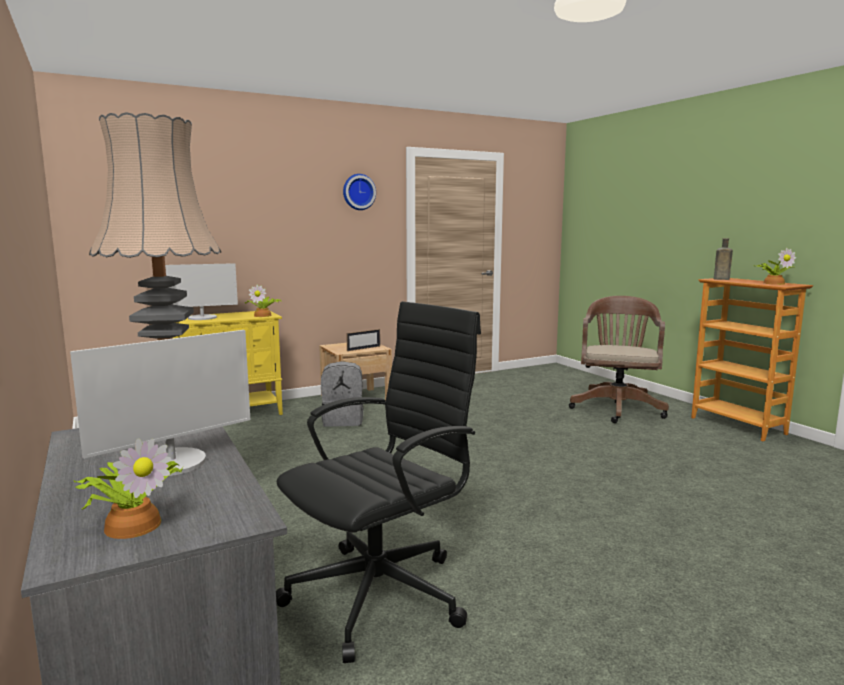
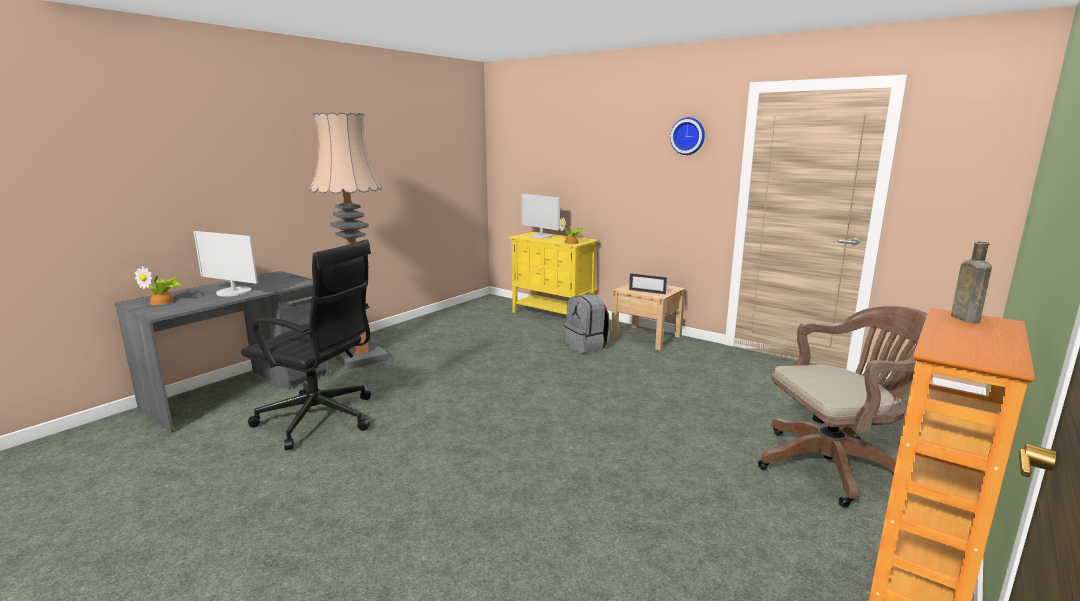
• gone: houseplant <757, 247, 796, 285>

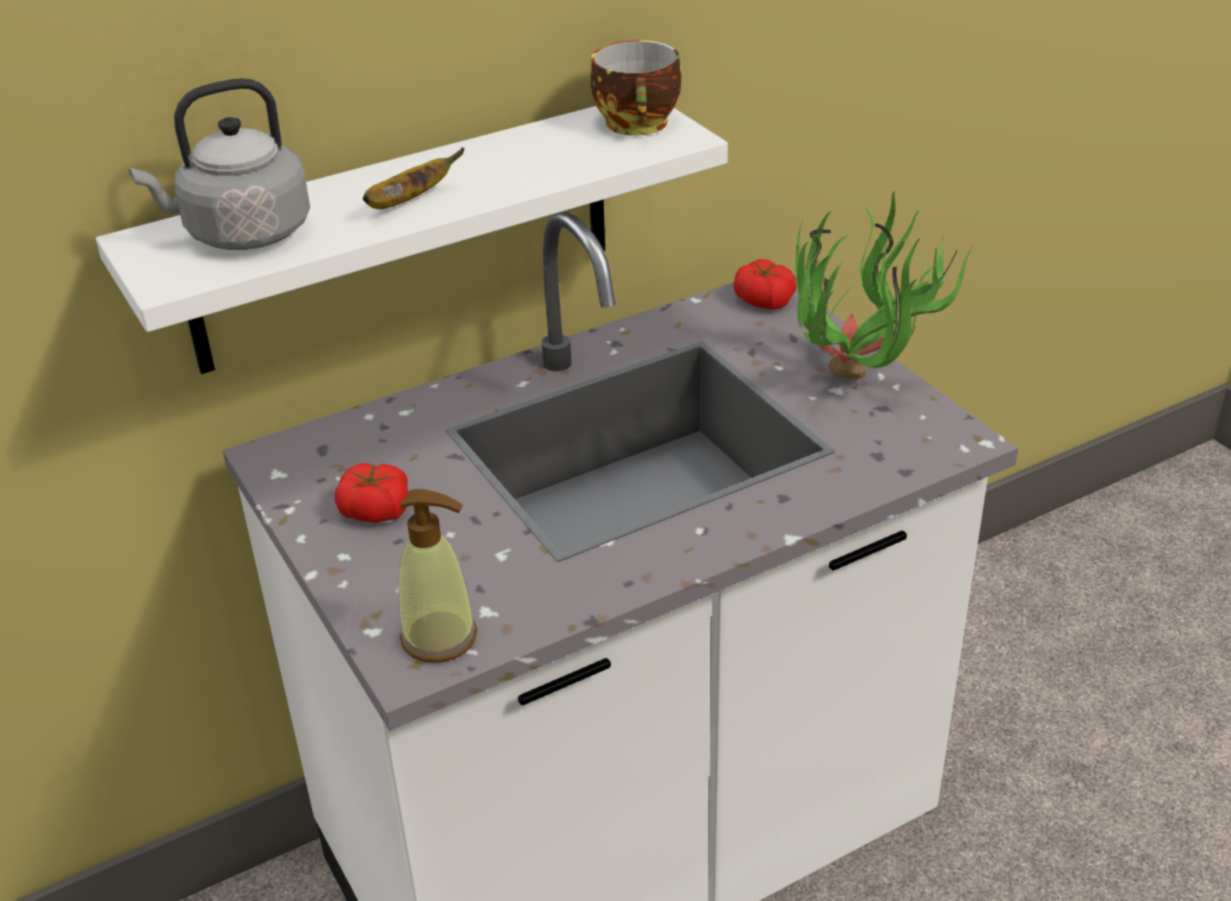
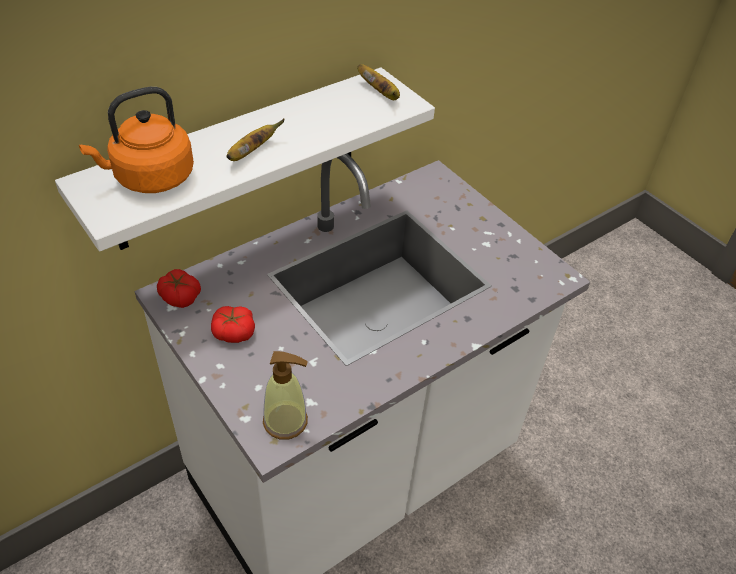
• repainted: grey tea kettle <129, 78, 310, 250> to orangey tea kettle <79, 87, 194, 193>
• shifted: whole tomato <734, 259, 797, 310> to <157, 269, 201, 308>
• swapped: drinking cup <590, 40, 681, 136> to banana fruit <357, 64, 400, 100>
• gone: houseplant <795, 190, 973, 380>

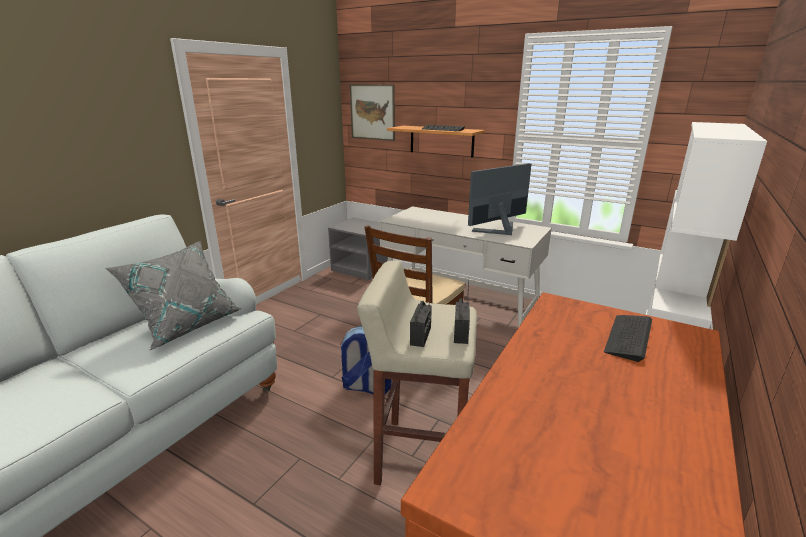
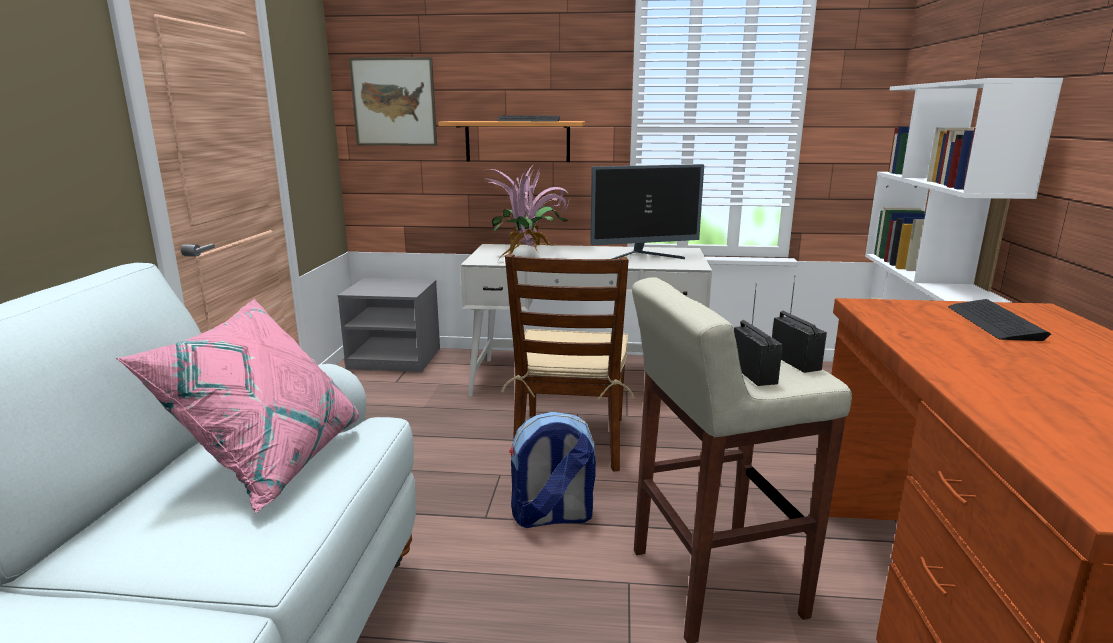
• repainted: grey pillow <106, 241, 242, 351> to pink pillow <116, 299, 359, 513>
• new: houseplant <485, 164, 570, 259>
• rotated: computer display <468, 163, 531, 235> = <590, 164, 704, 259> 135 degrees counterclockwise

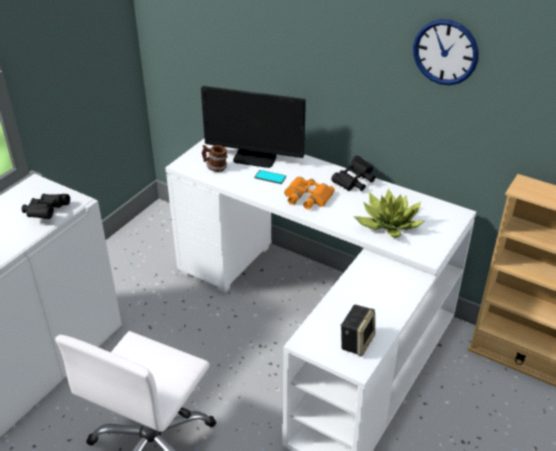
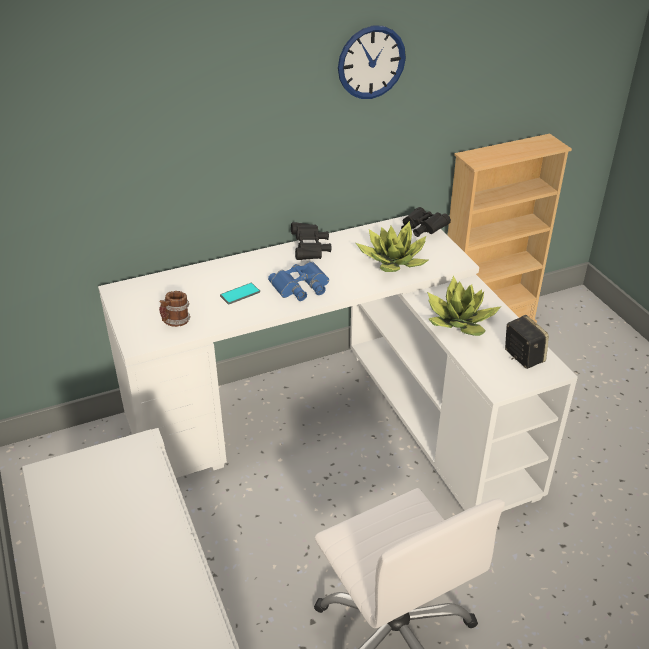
• repainted: orangey field glasses <284, 177, 335, 209> to blue-coloured field glasses <268, 262, 329, 301>
• shifted: blackish field glasses <22, 194, 70, 219> to <401, 207, 451, 237>
• new: houseplant <427, 276, 502, 336>
• gone: computer display <201, 86, 306, 168>

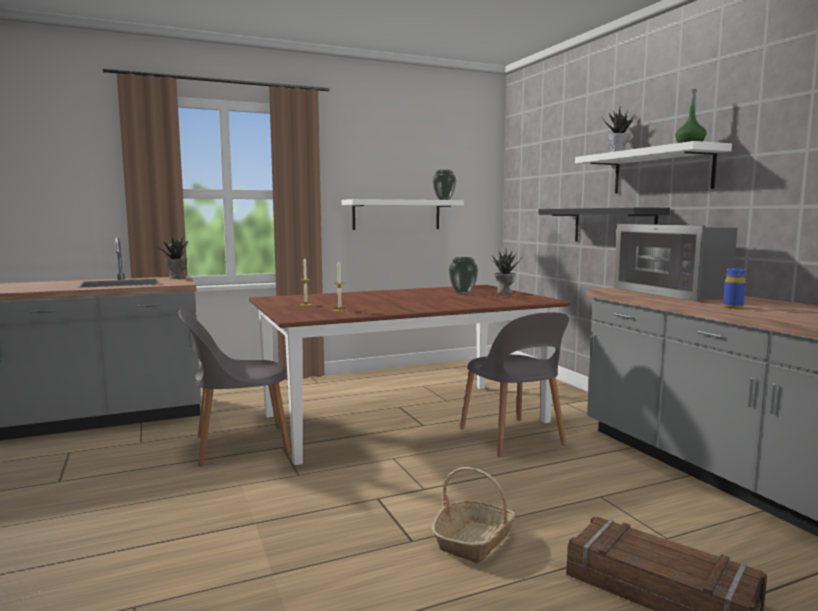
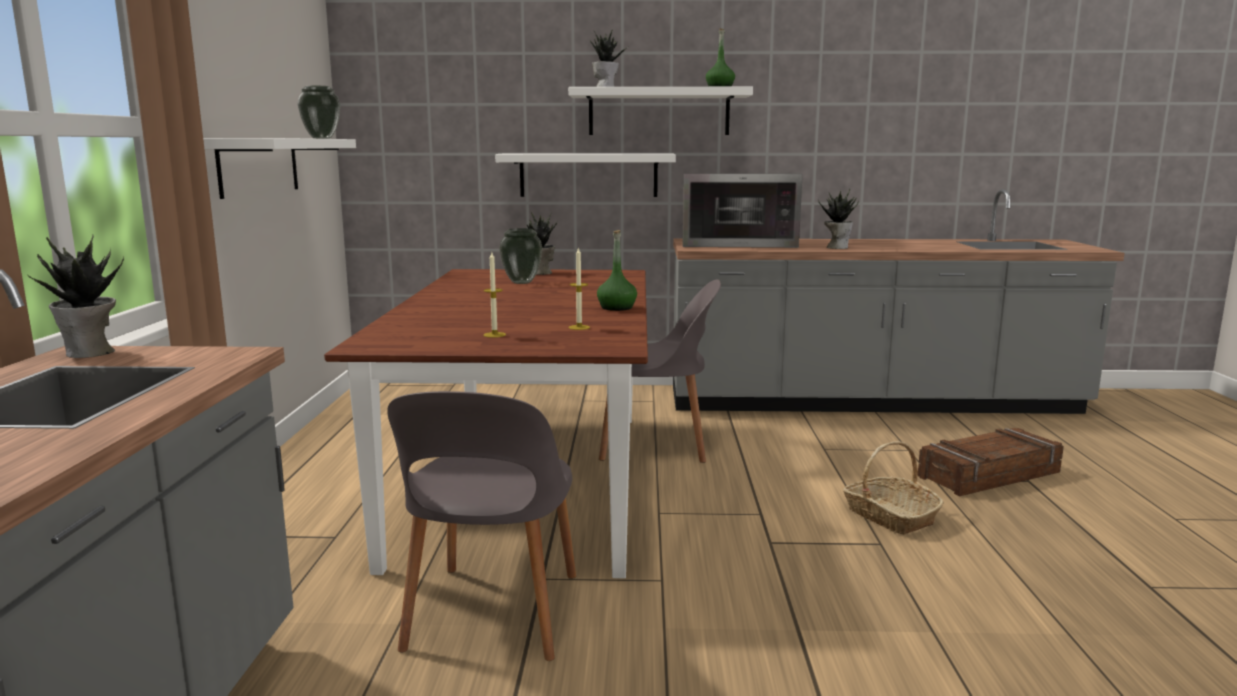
• repainted: blackish wall shelf <538, 207, 670, 242> to whitish wall shelf <495, 153, 676, 197>
• new: green-coloured beverage bottle <597, 230, 637, 311>
• swapped: blue-coloured beverage bottle <723, 268, 746, 309> to houseplant <818, 189, 859, 249>

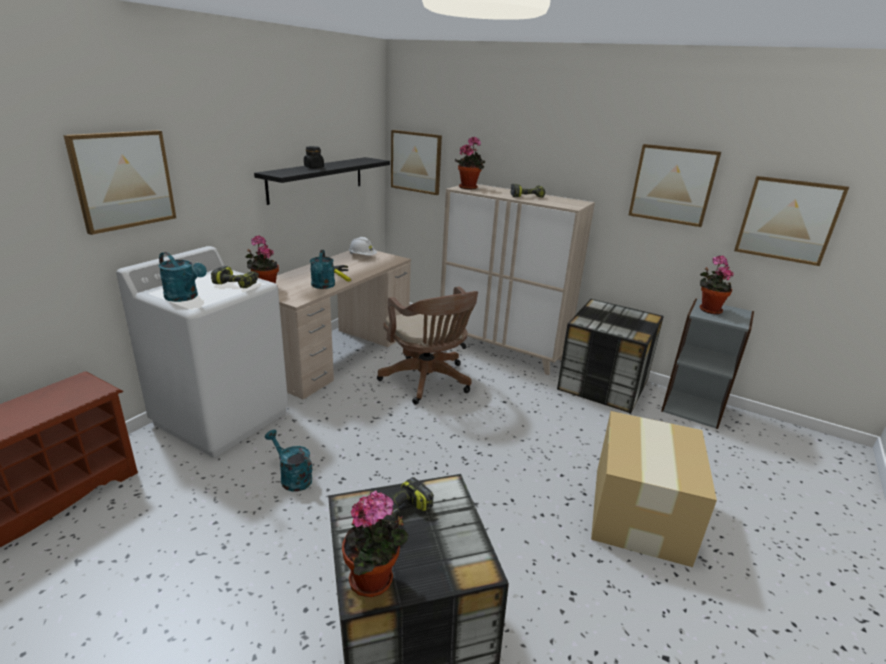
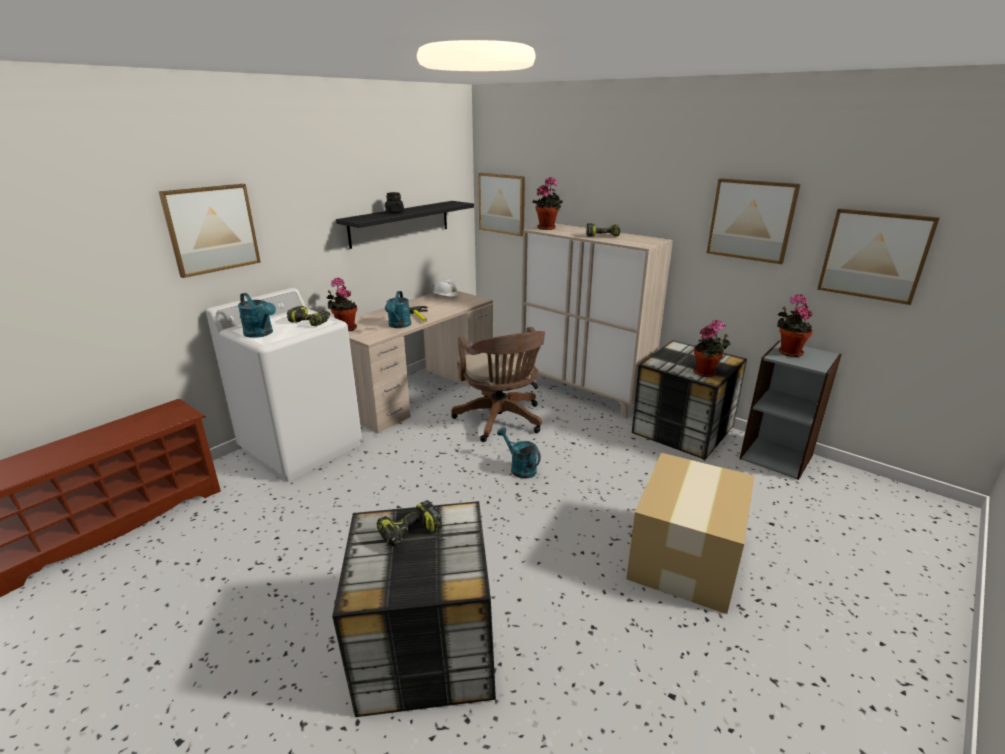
• shifted: turquoise-coloured watering can <265, 430, 312, 492> to <497, 427, 541, 479>
• shifted: houseplant <342, 491, 409, 597> to <693, 320, 730, 377>

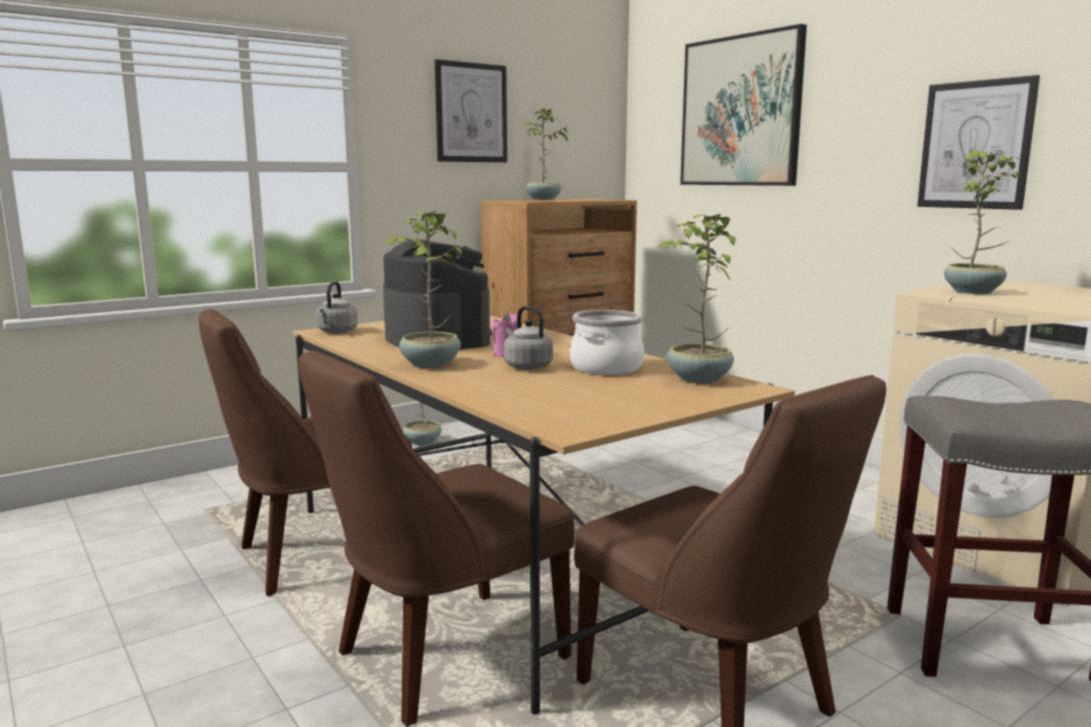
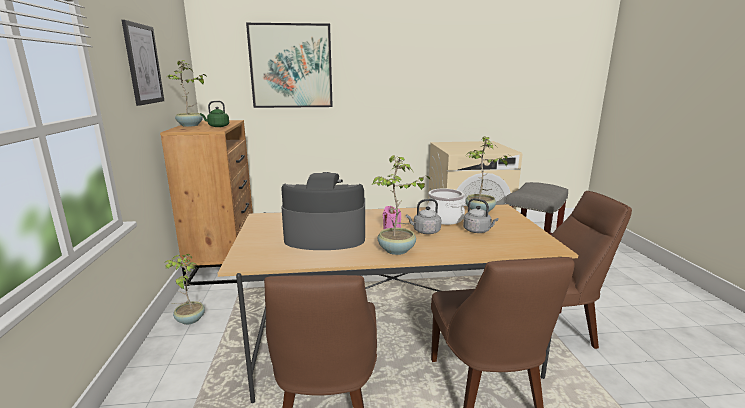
• new: green-coloured tea kettle <200, 101, 229, 127>
• shifted: grey tea kettle <316, 282, 358, 333> to <463, 198, 498, 233>
• gone: wall picture <917, 75, 1040, 210>
• gone: houseplant <944, 150, 1024, 294>

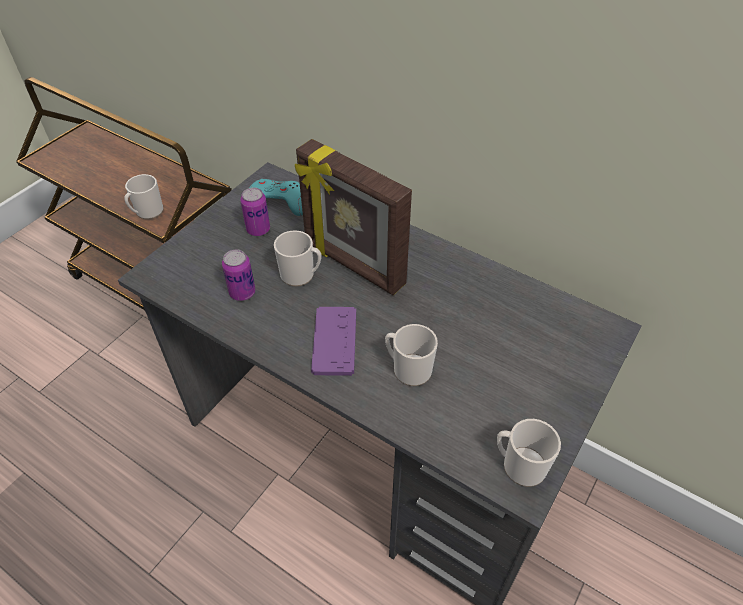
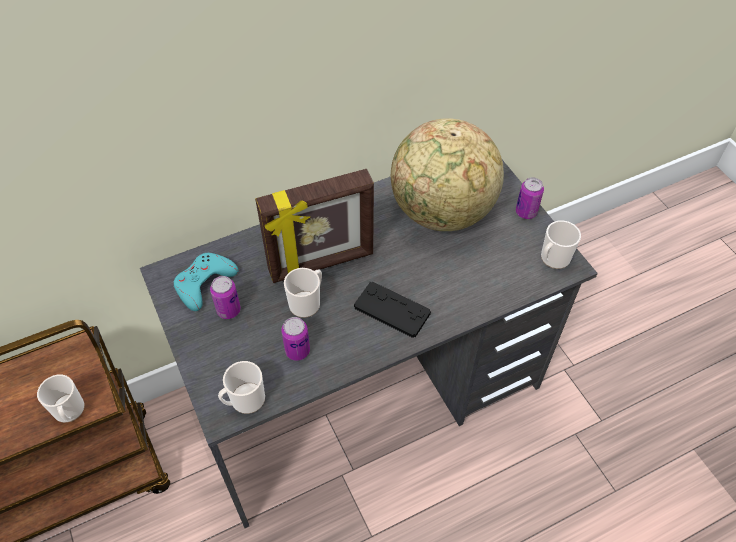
• shifted: mug <385, 324, 438, 386> to <218, 361, 265, 414>
• repainted: purple game controller <311, 307, 356, 376> to blackish game controller <354, 281, 431, 338>
• new: world globe <391, 118, 504, 231>
• new: metal can <516, 177, 544, 219>

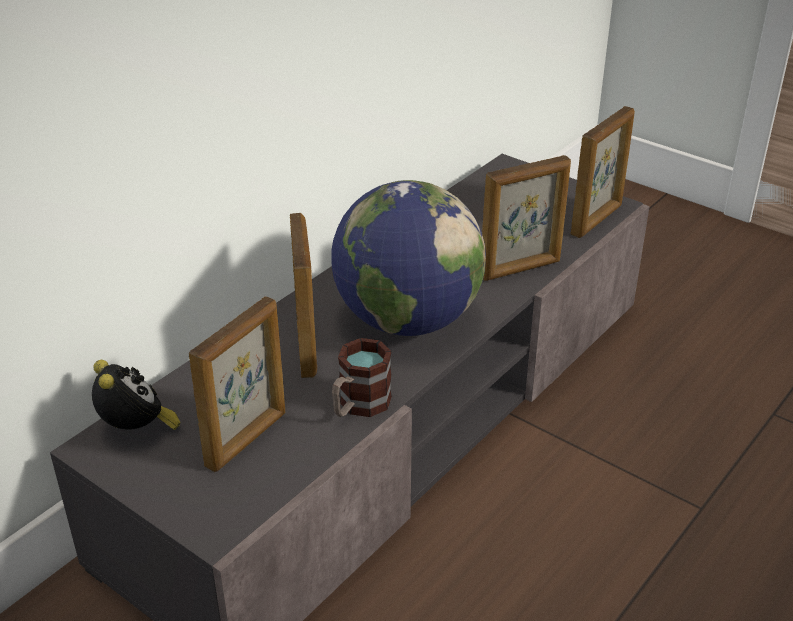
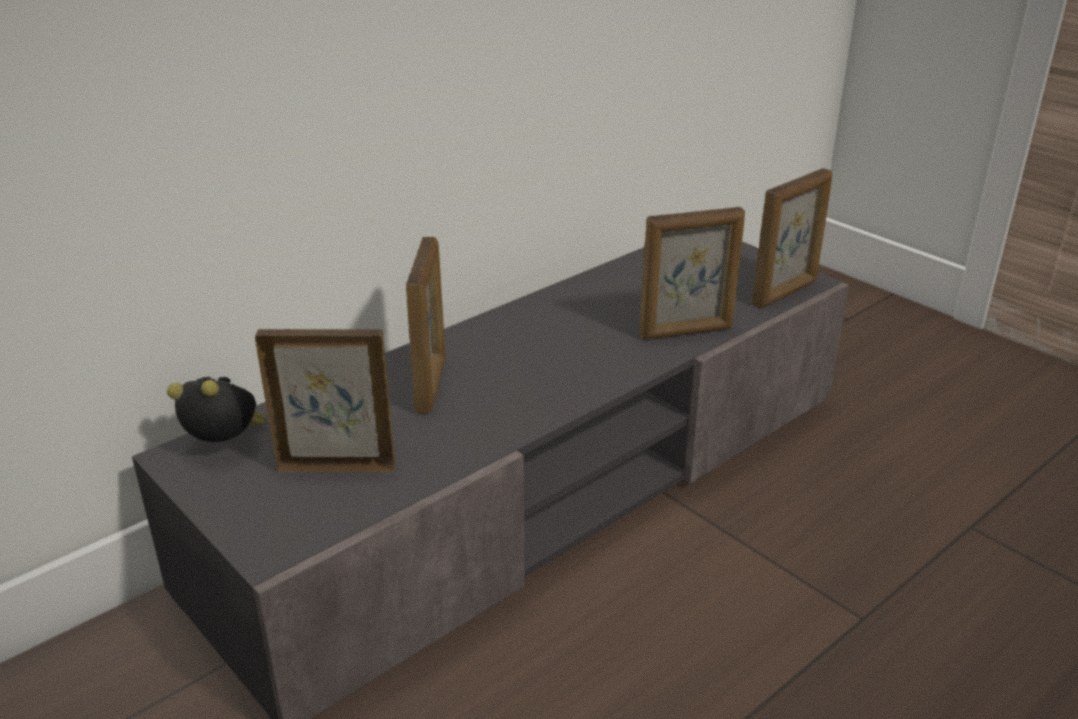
• rotated: bedside clock <92, 360, 181, 430> = <167, 377, 266, 442> 60 degrees counterclockwise
• rotated: photo frame <189, 296, 285, 472> = <255, 329, 395, 472> 135 degrees counterclockwise
• gone: world globe <331, 180, 486, 336>
• gone: mug <332, 338, 392, 417>

